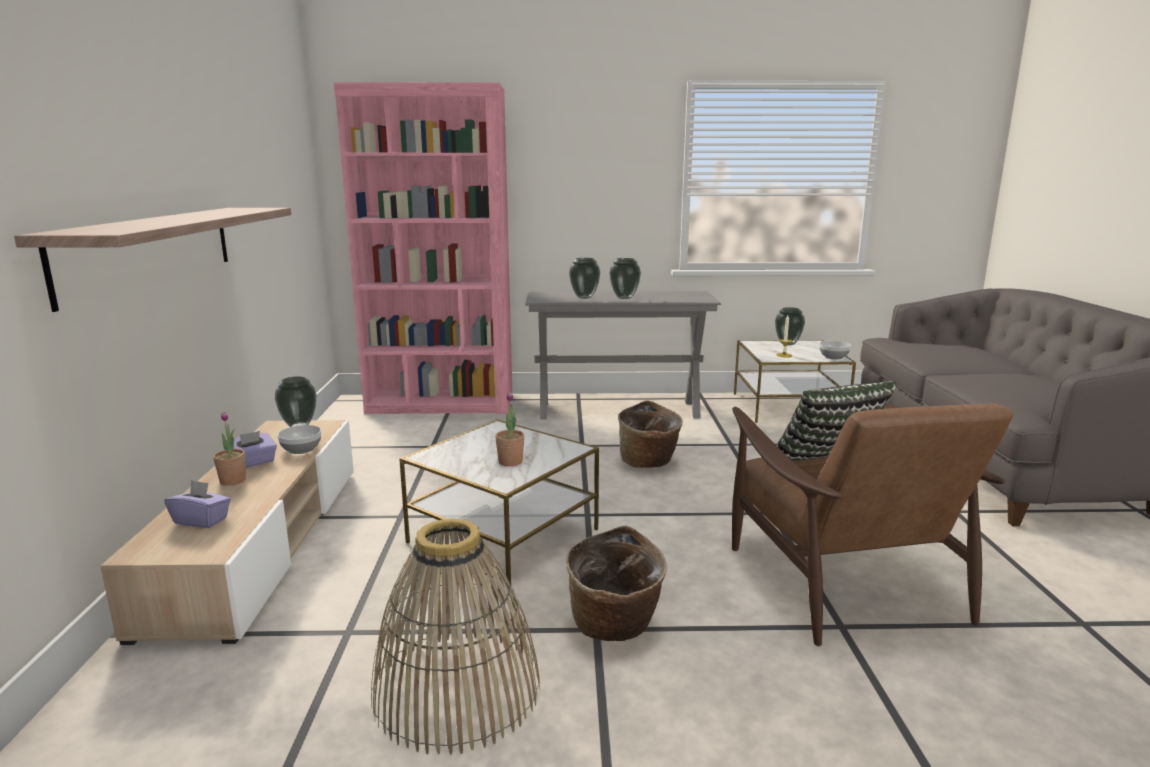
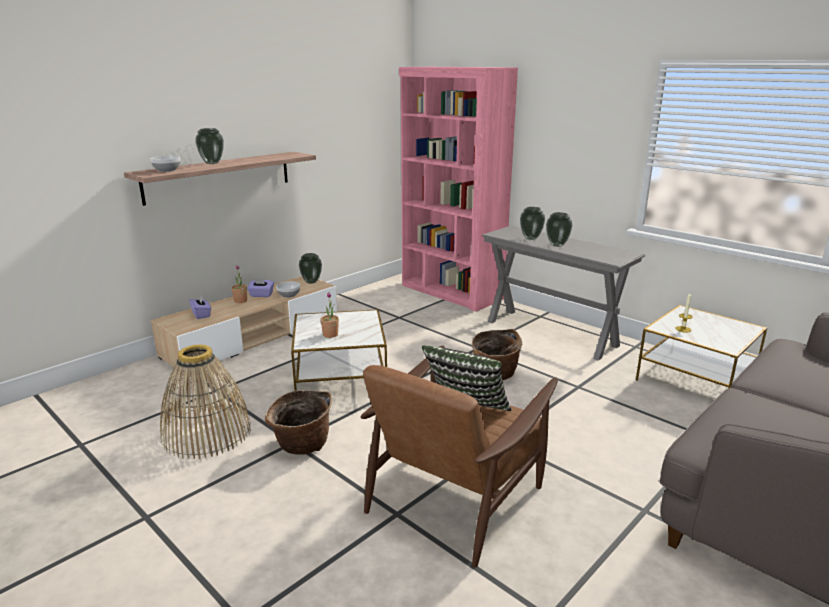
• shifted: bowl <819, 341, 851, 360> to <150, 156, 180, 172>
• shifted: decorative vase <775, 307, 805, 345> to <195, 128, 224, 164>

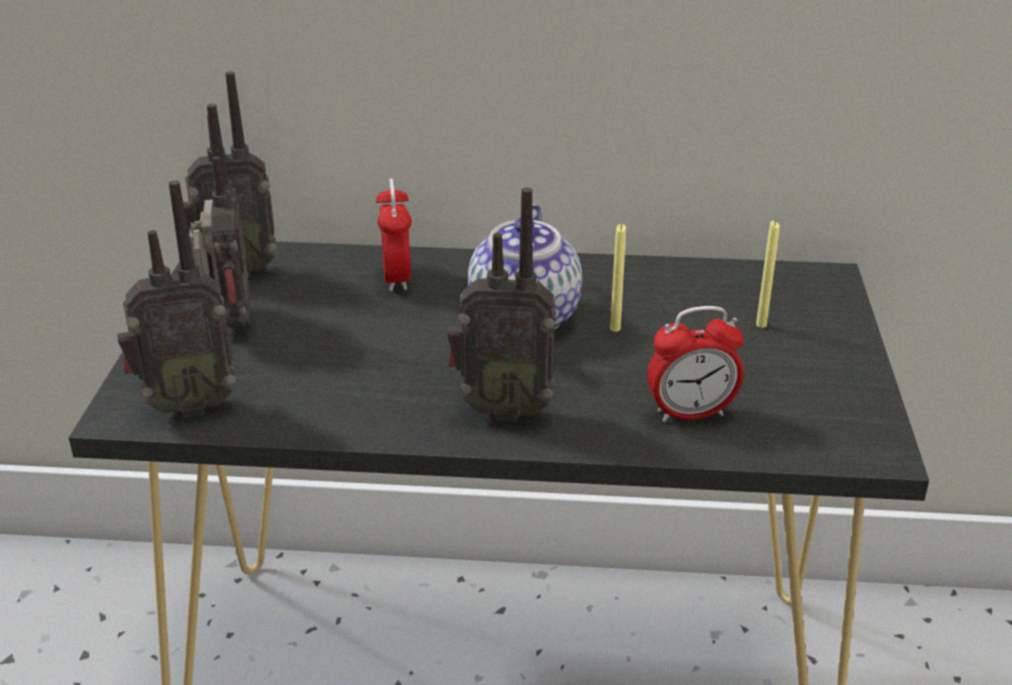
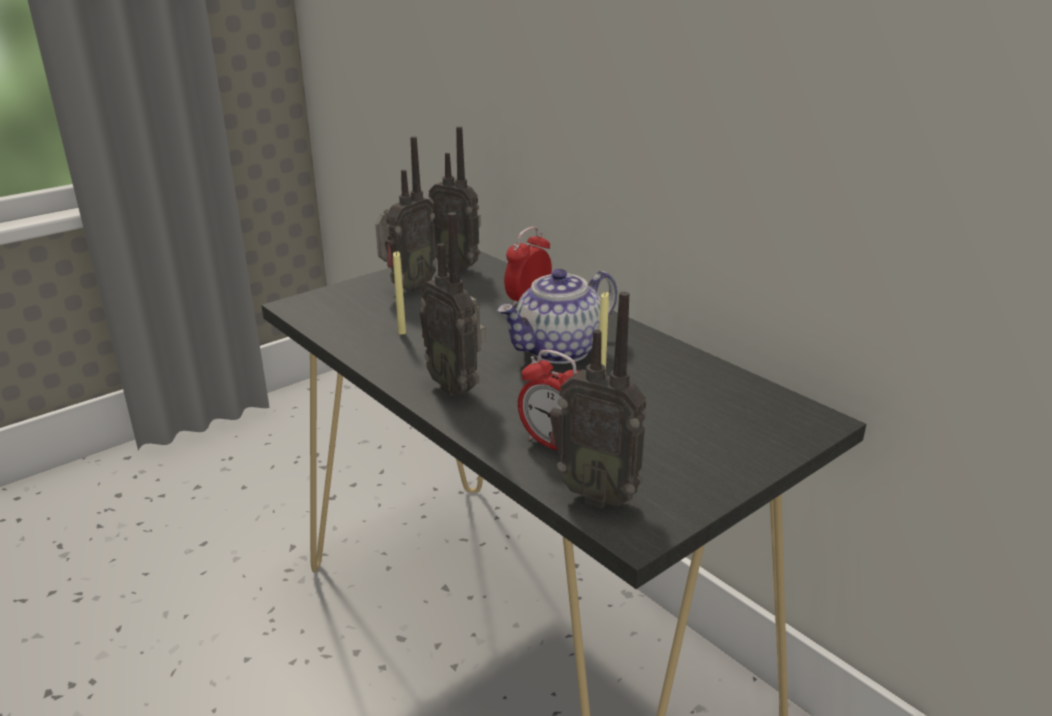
• shifted: yellow-coloured wax candle <756, 221, 780, 328> to <393, 251, 406, 335>
• shifted: radio <117, 180, 236, 418> to <550, 292, 647, 508>

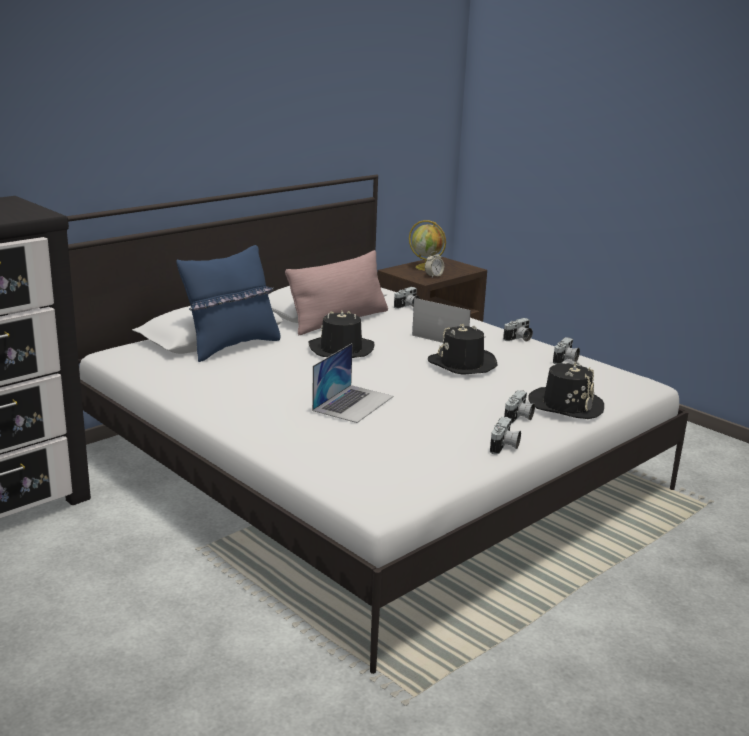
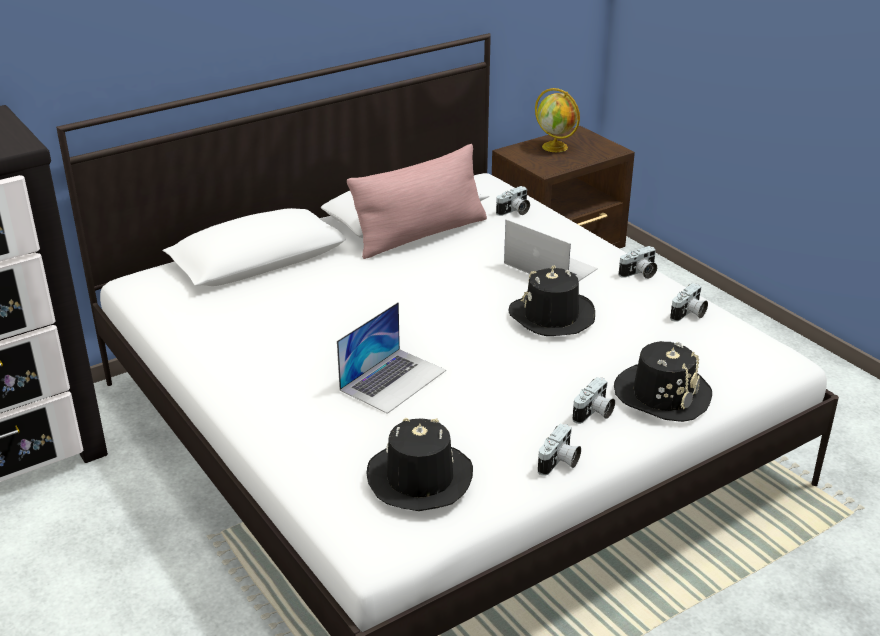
• shifted: blackish wearable hat <308, 311, 375, 358> to <366, 417, 473, 511>
• gone: blue-coloured pillow <176, 245, 281, 362>
• gone: bedside clock <425, 251, 444, 277>

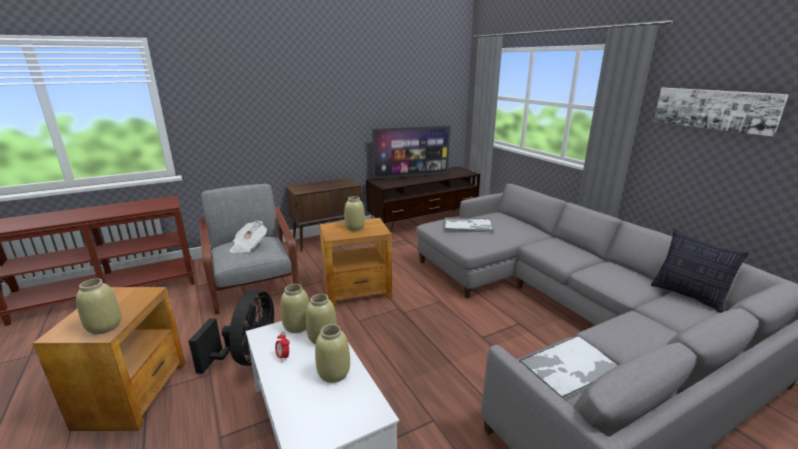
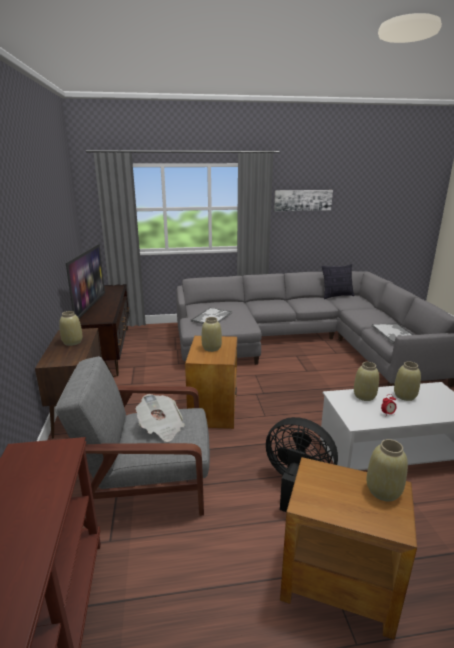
• shifted: beige decorative vase <280, 284, 309, 333> to <59, 311, 82, 346>

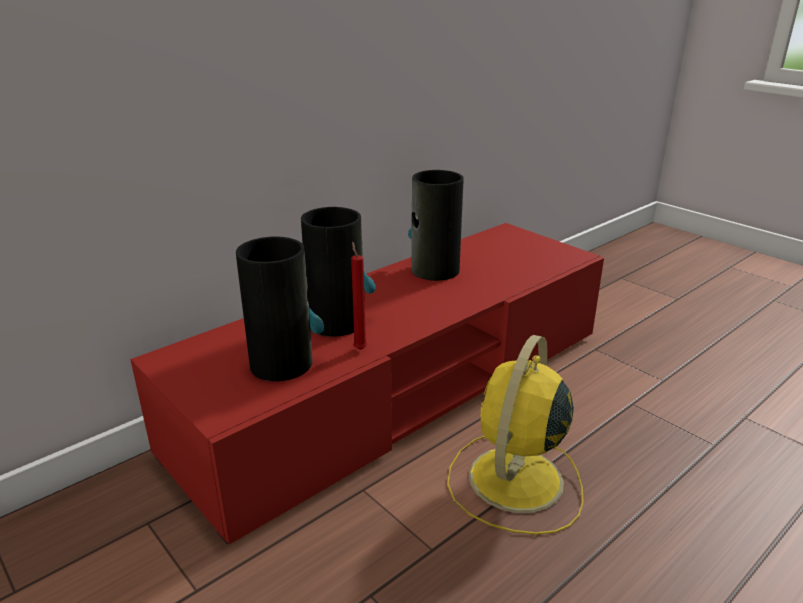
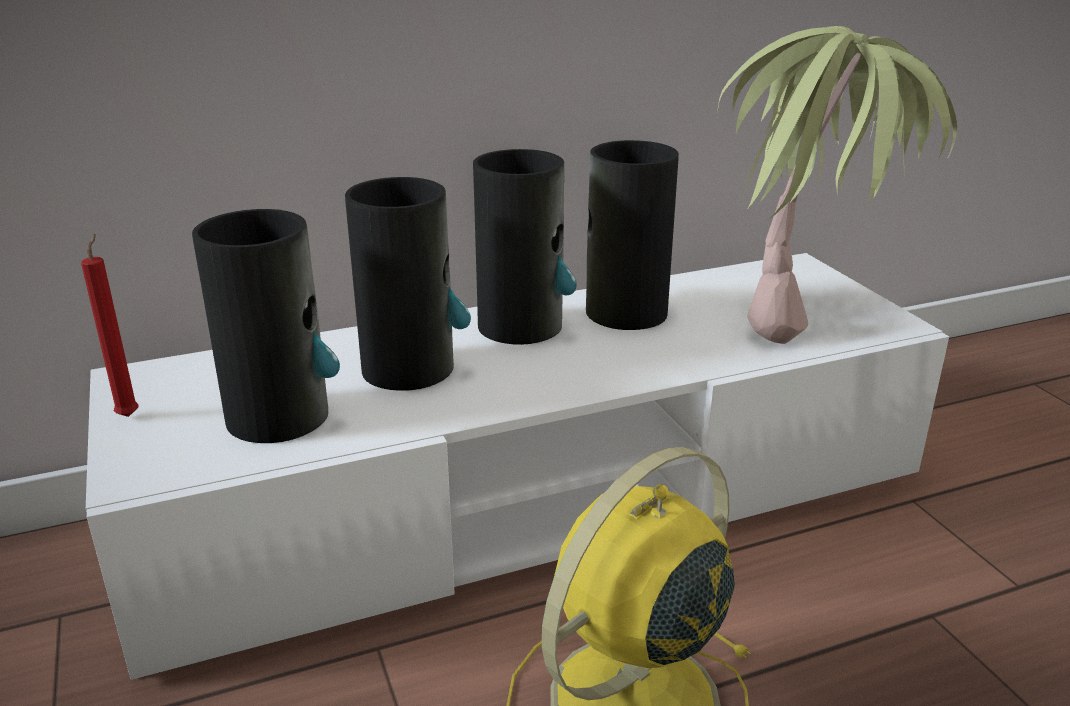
• shifted: red-coloured wax candle <351, 242, 367, 350> to <81, 234, 139, 417>
• repainted: red-coloured tv unit <130, 223, 604, 545> to whitish tv unit <86, 253, 949, 680>
• new: decorative vase <473, 149, 577, 345>
• new: houseplant <717, 26, 957, 344>

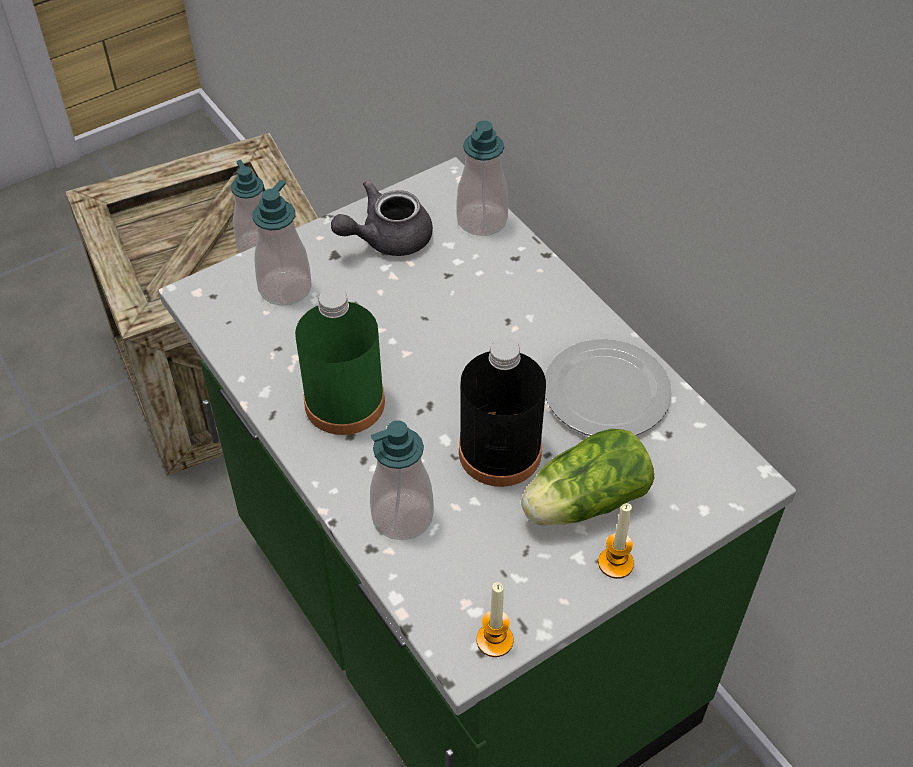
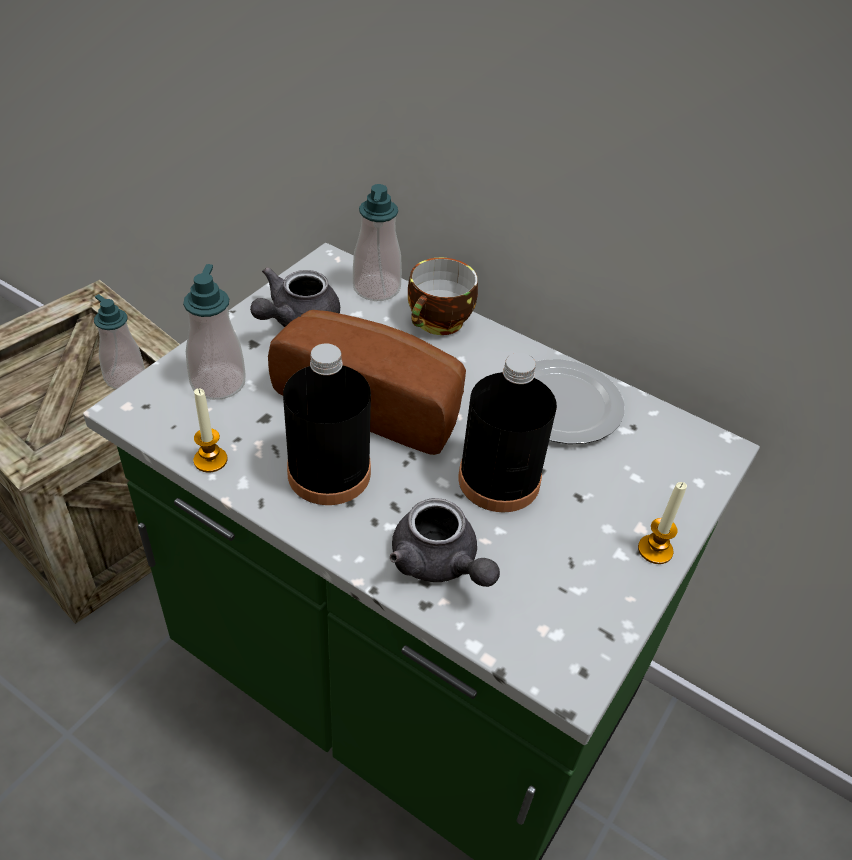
• shifted: wax candle <476, 582, 514, 657> to <194, 388, 227, 473>
• new: bread <268, 310, 466, 455>
• repainted: green-coloured beverage bottle <295, 287, 385, 435> to blackish beverage bottle <283, 343, 371, 505>
• swapped: soap dispenser <370, 420, 434, 540> to grey teapot <390, 498, 500, 587>
• new: drinking cup <408, 258, 478, 335>
• gone: head of lettuce <521, 429, 654, 526>

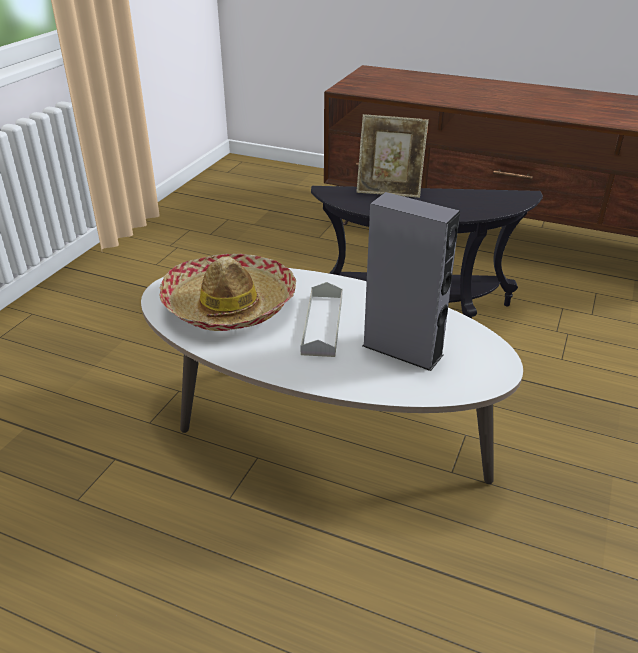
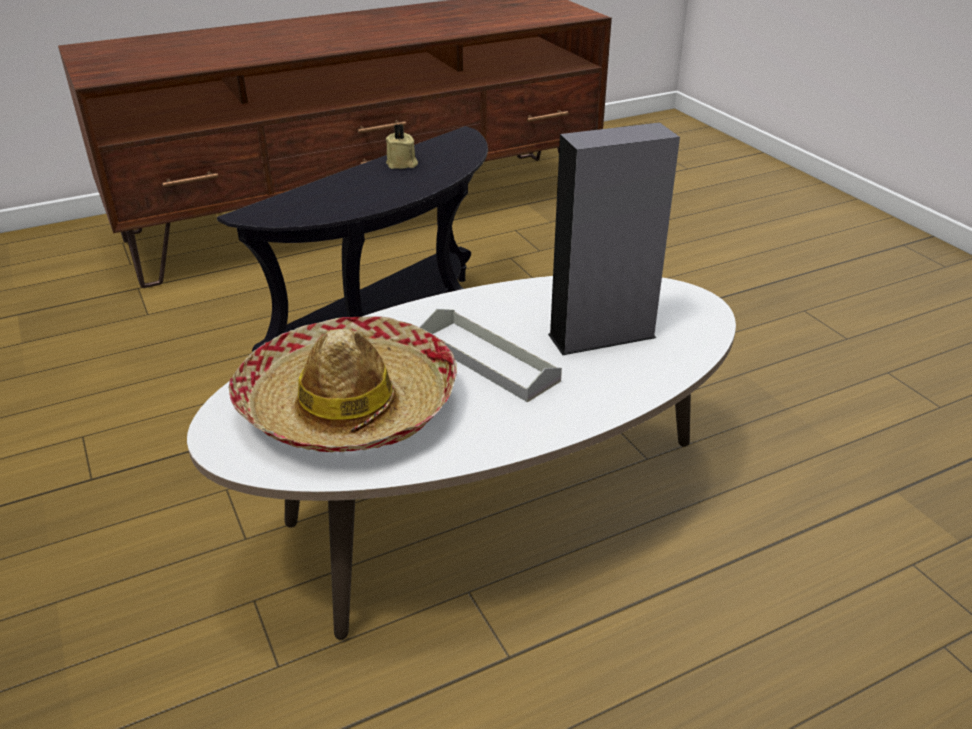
• new: beige wax candle <386, 124, 418, 169>
• gone: photo frame <356, 114, 429, 198>

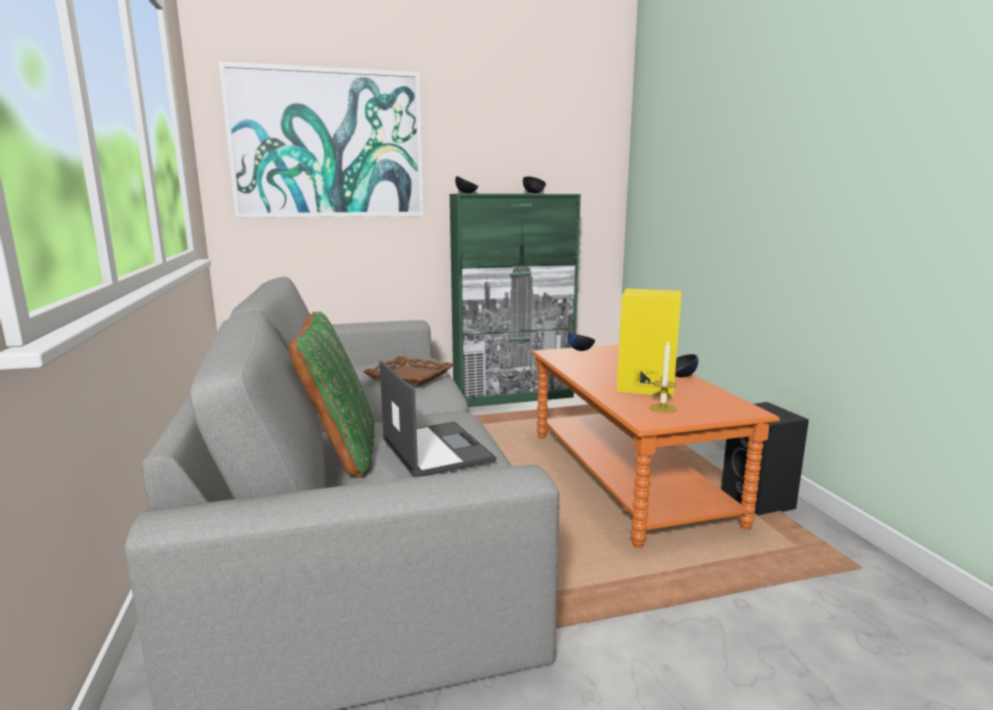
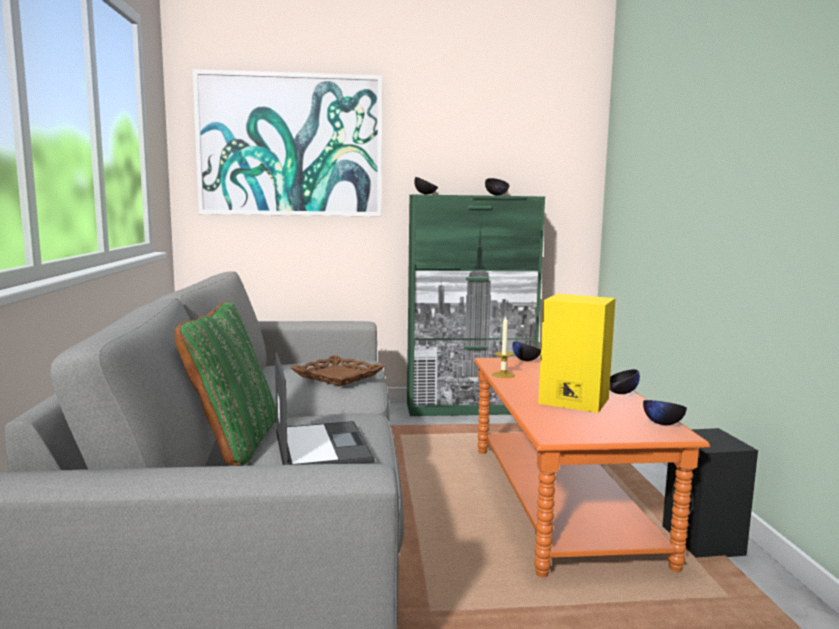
• shifted: wax candle <650, 341, 676, 413> to <492, 316, 515, 378>
• new: blackish bowl <643, 400, 687, 425>

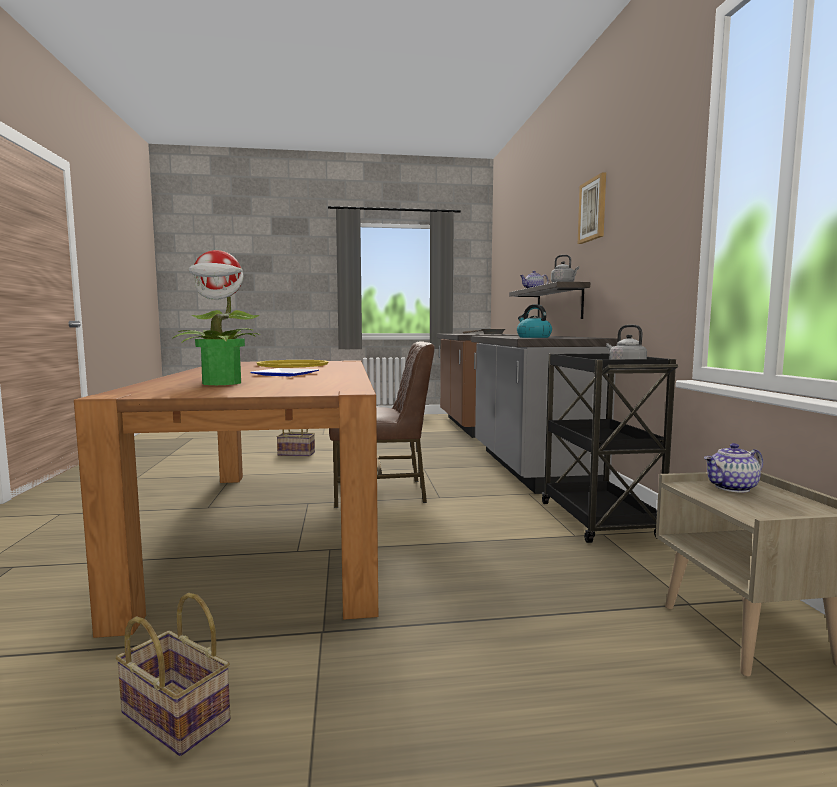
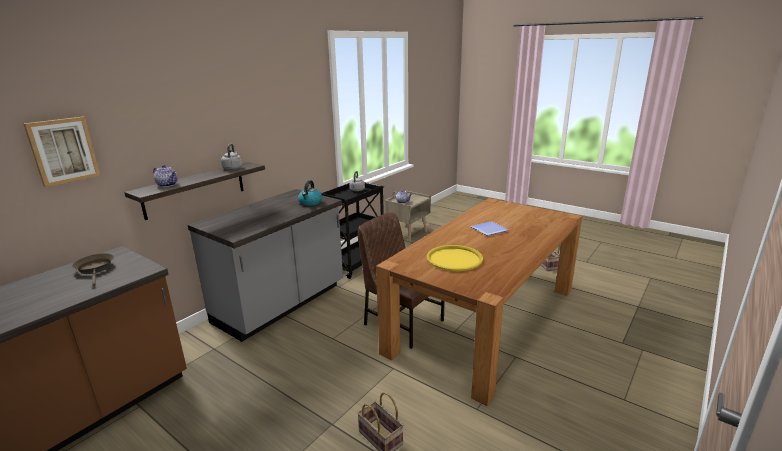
• shifted: wall picture <578, 172, 606, 244> to <24, 117, 101, 187>
• gone: houseplant <172, 250, 260, 385>

